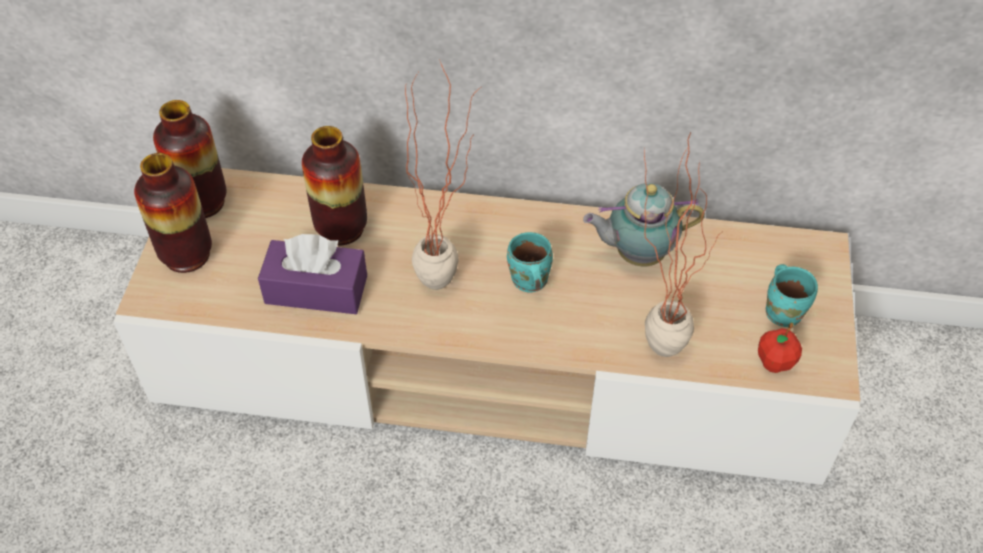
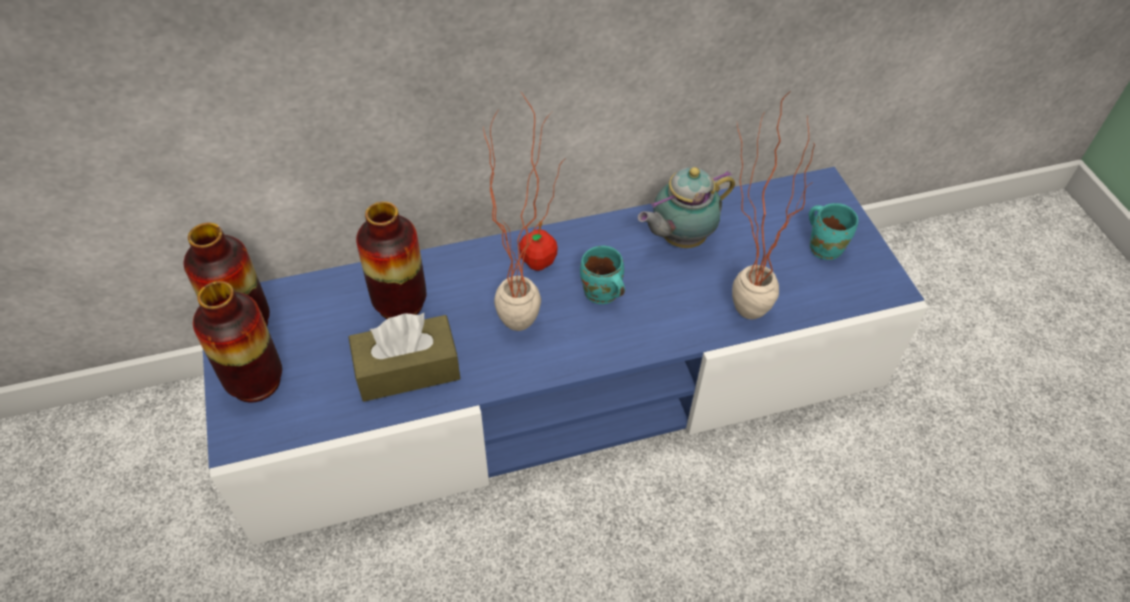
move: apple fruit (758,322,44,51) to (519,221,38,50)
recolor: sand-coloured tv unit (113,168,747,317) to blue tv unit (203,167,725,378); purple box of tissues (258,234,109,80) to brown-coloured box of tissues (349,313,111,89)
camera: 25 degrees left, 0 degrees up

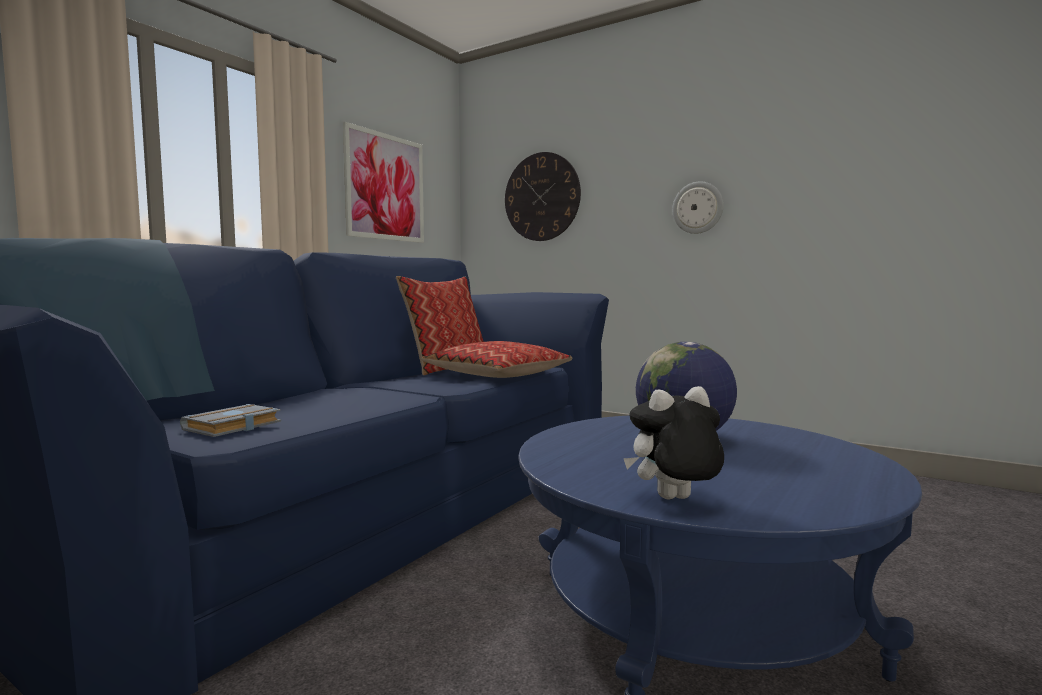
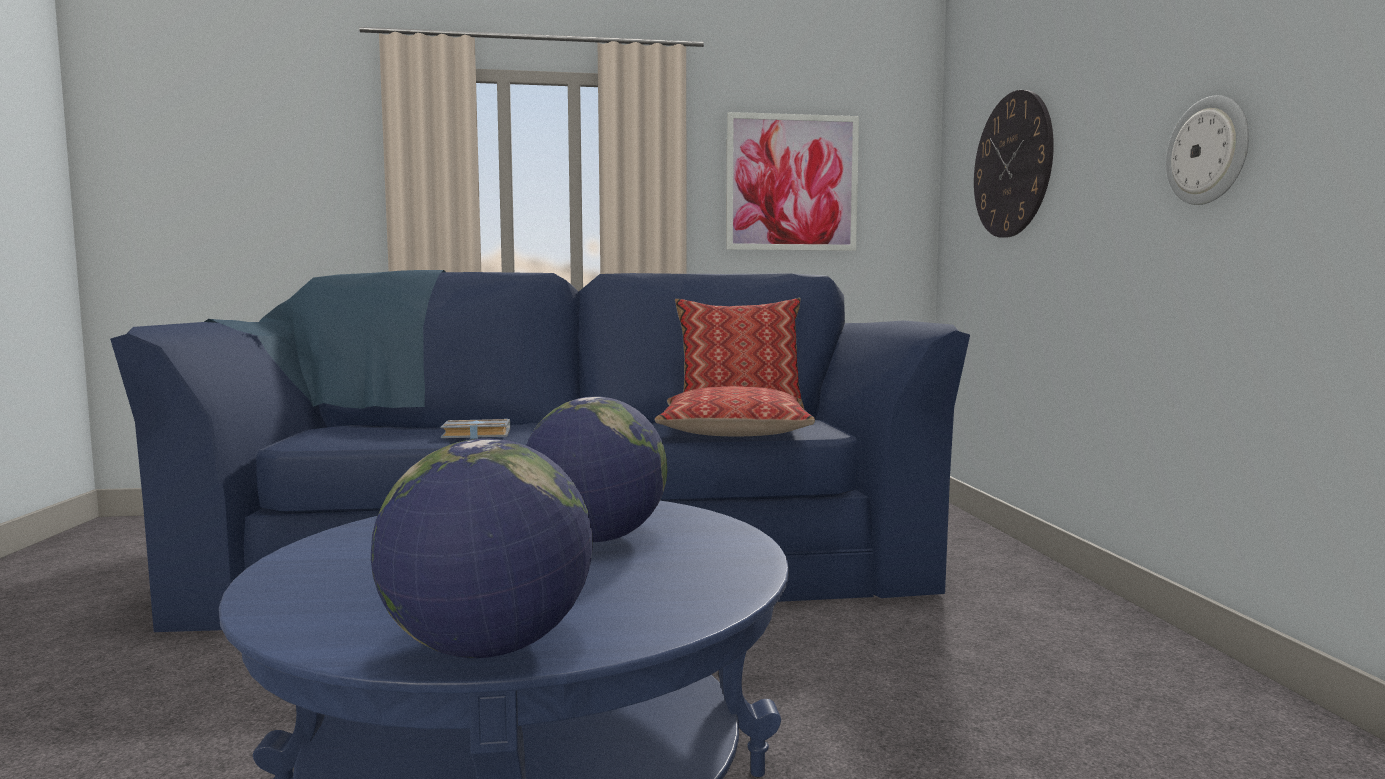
delete: cuddly toy (623,386,101,113)
insert: world globe (371,438,222,220)
move: gray volume (180,404,101,33) to (440,419,70,20)
camera: 50 degrees right, 0 degrees up

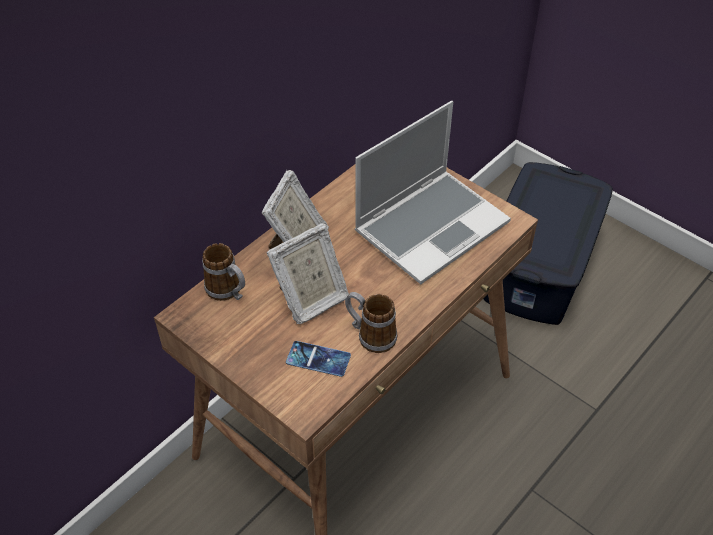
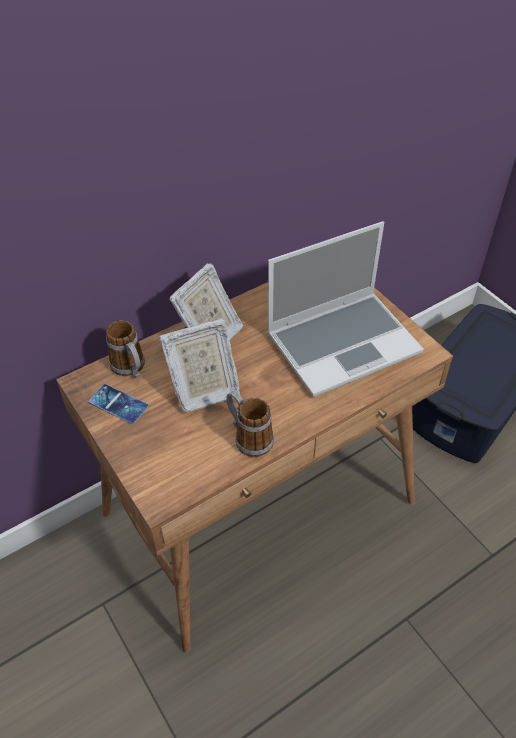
move: handset (286,341,65,36) to (89,384,60,40)
camera: 15 degrees right, 0 degrees up

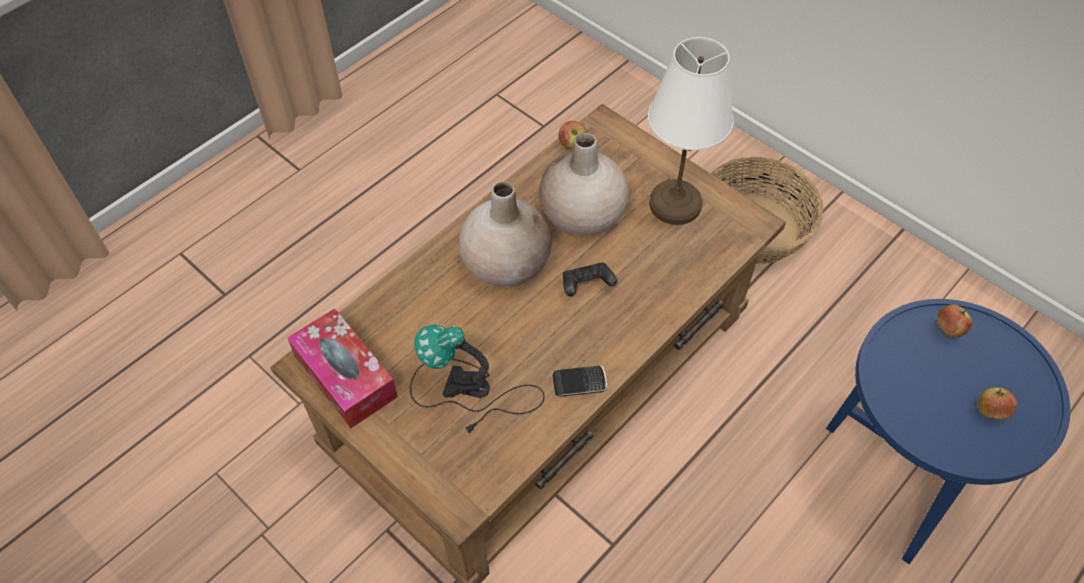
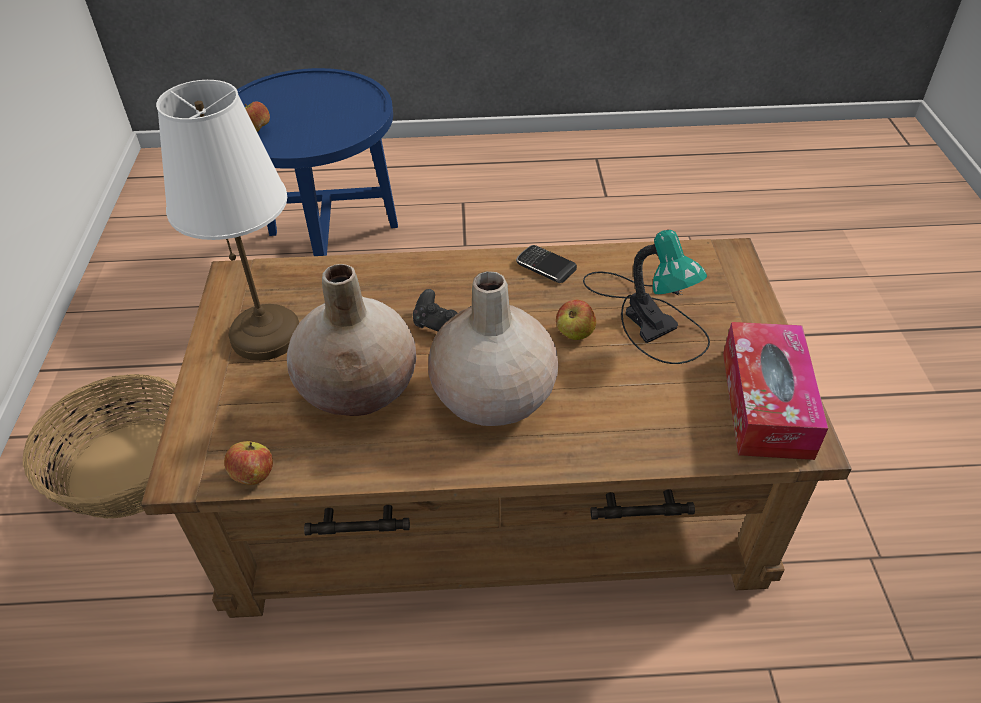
move: apple fruit (978,388,39,32) to (556,300,40,40)
camera: 135 degrees left, 10 degrees down

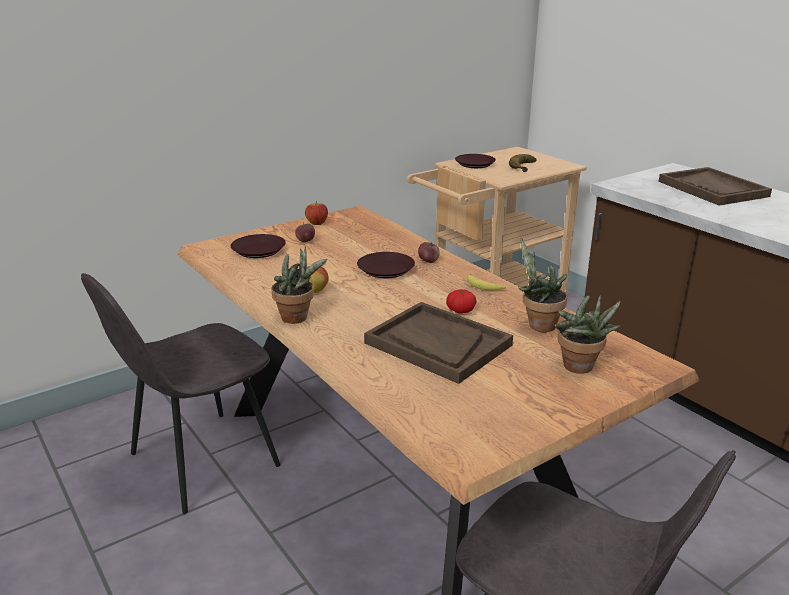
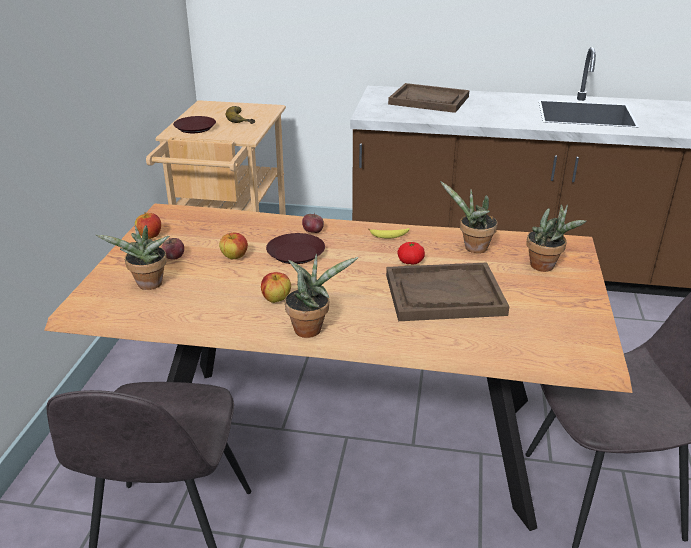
insert: apple fruit (219,233,29,26)
replace: brown-coloured dinner plate (231,234,55,24) to potted plant (96,225,73,65)
camera: 45 degrees left, 5 degrees up

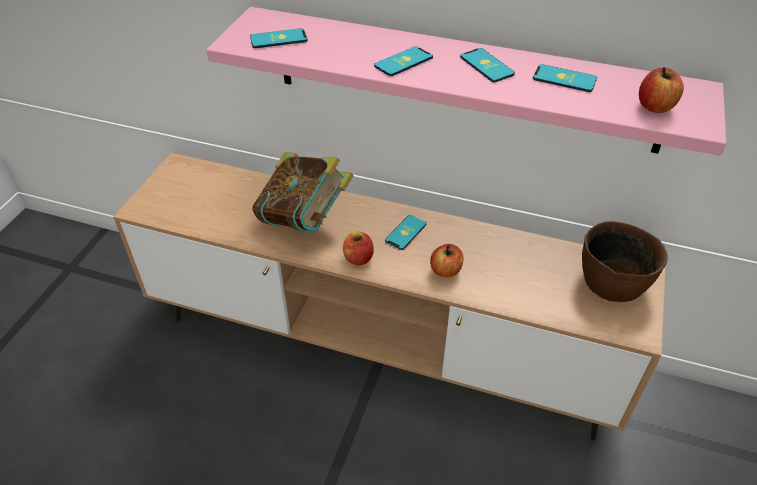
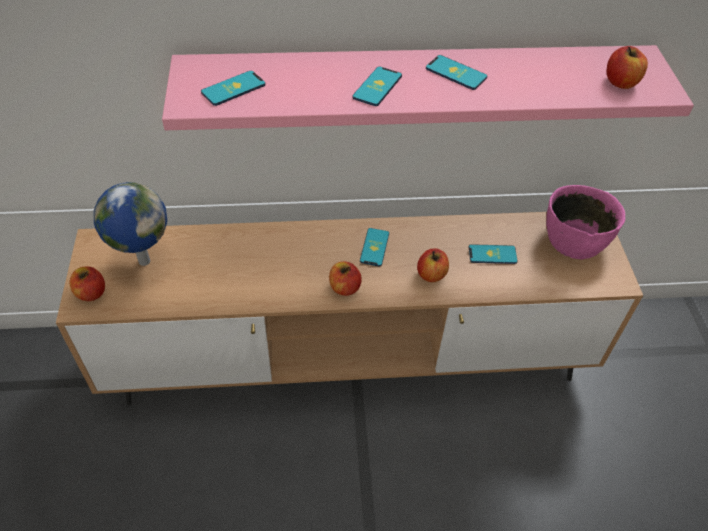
delete: volume (252,152,102,80)
insert: apple fruit (70,267,35,34); world globe (94,182,73,84)
move: handset (533,64,64,28) to (469,244,49,20)
recolor: brown-coloured bowl (582,221,86,81) to pink-coloured bowl (546,185,79,75)
camera: 25 degrees left, 5 degrees up

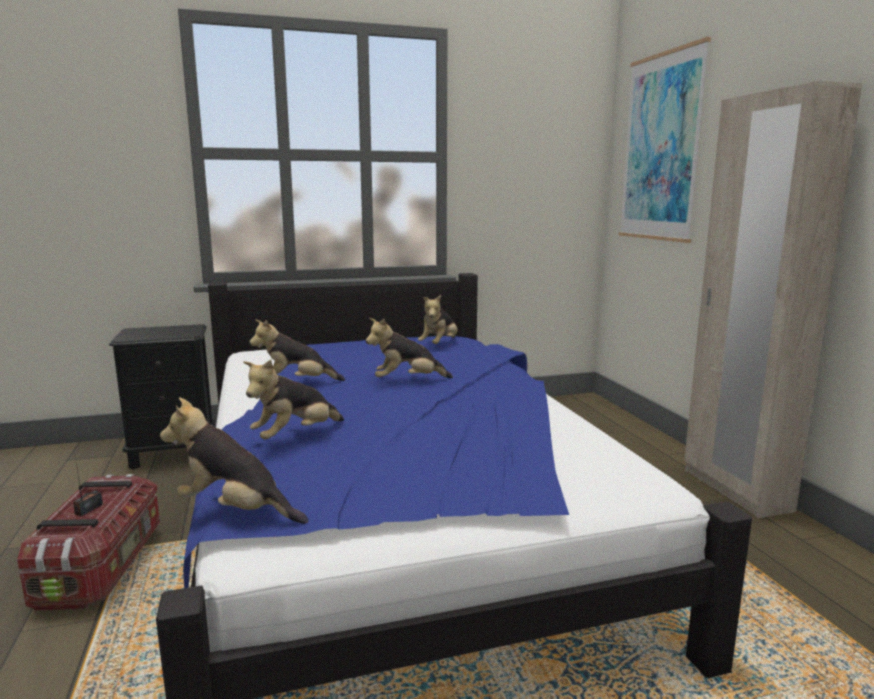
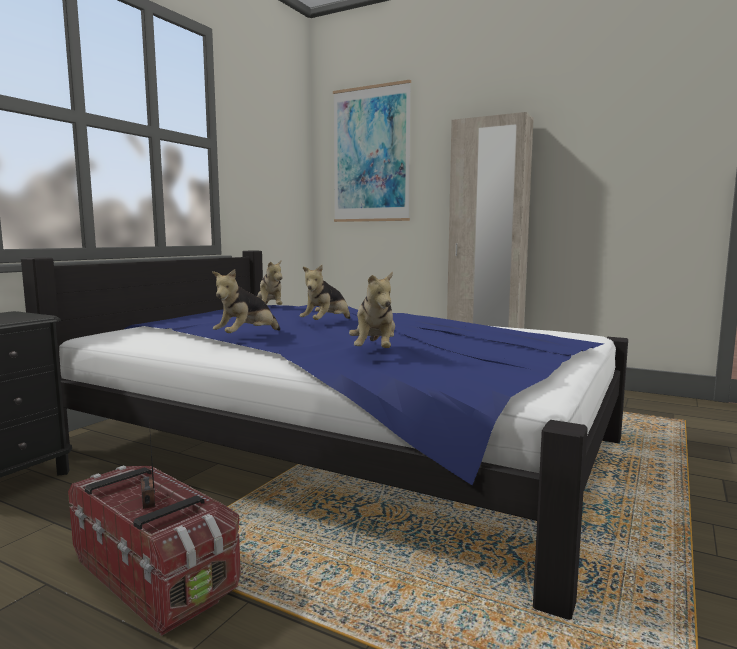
delete: cuddly toy (160,397,148,127)
camera: 45 degrees left, 5 degrees down

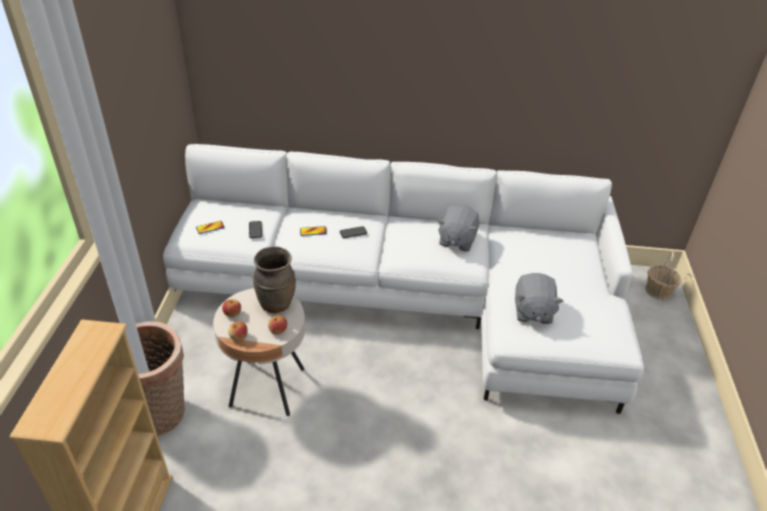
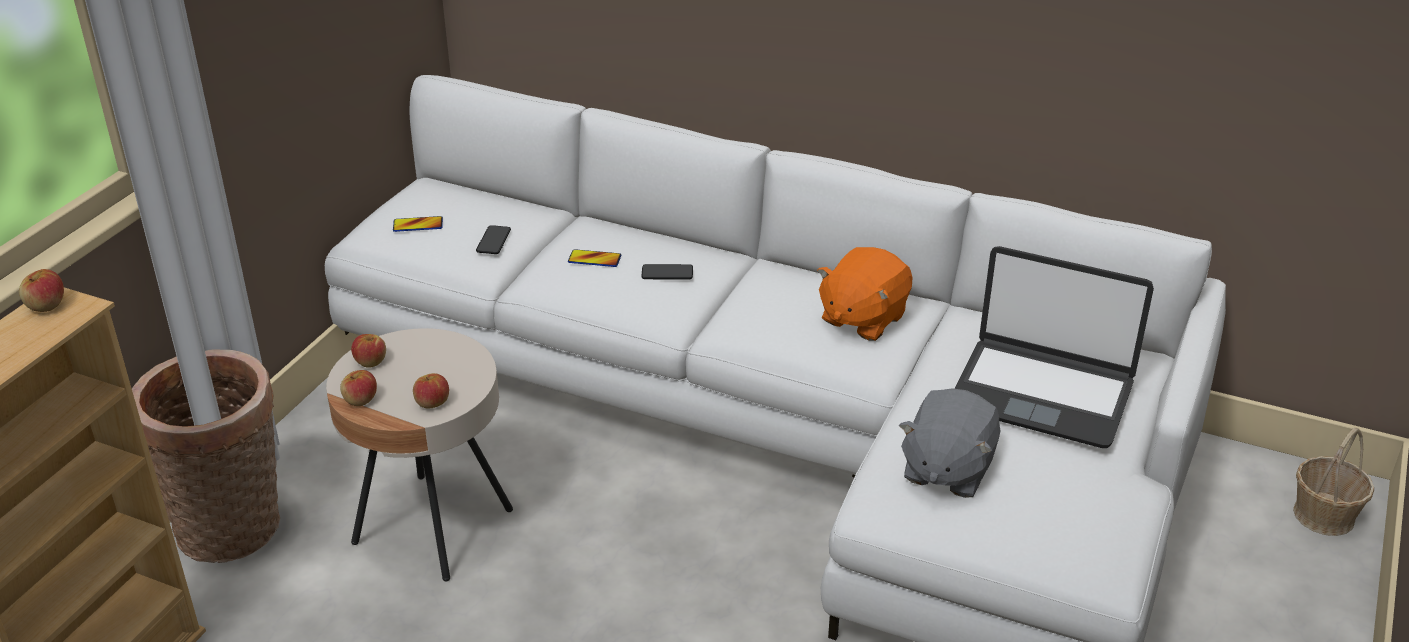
delete: brown-coloured decorative vase (252,246,44,67)
insert: apple fruit (19,269,45,43); portable computer (954,246,200,202)
recolor: gray cuddly toy (437,205,42,46) to orange-coloured cuddly toy (817,247,95,94)
camera: 20 degrees right, 5 degrees down

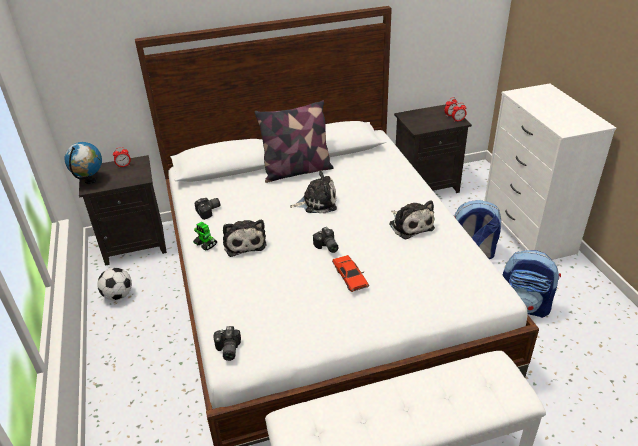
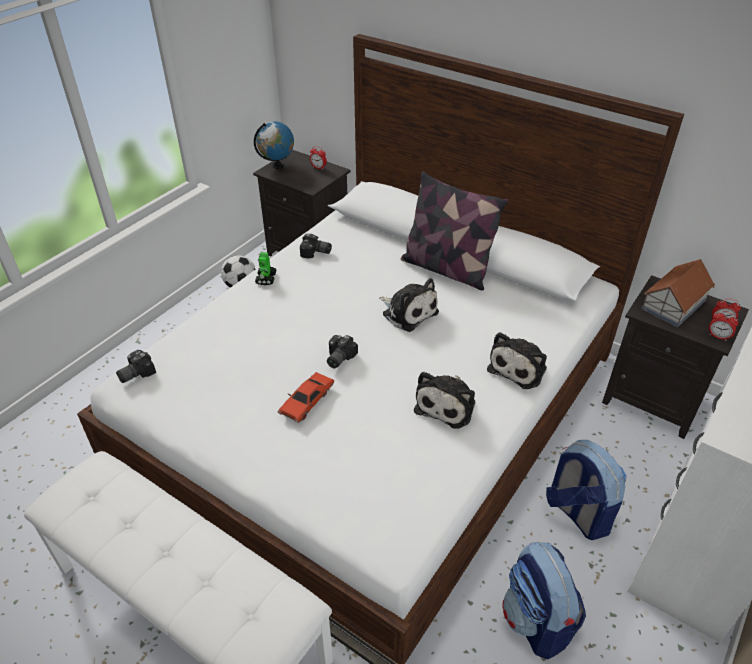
insert: miniature house (641,259,74,68)
move: cuddly toy (223,220,44,37) to (487,332,60,57)
camera: 50 degrees right, 5 degrees up

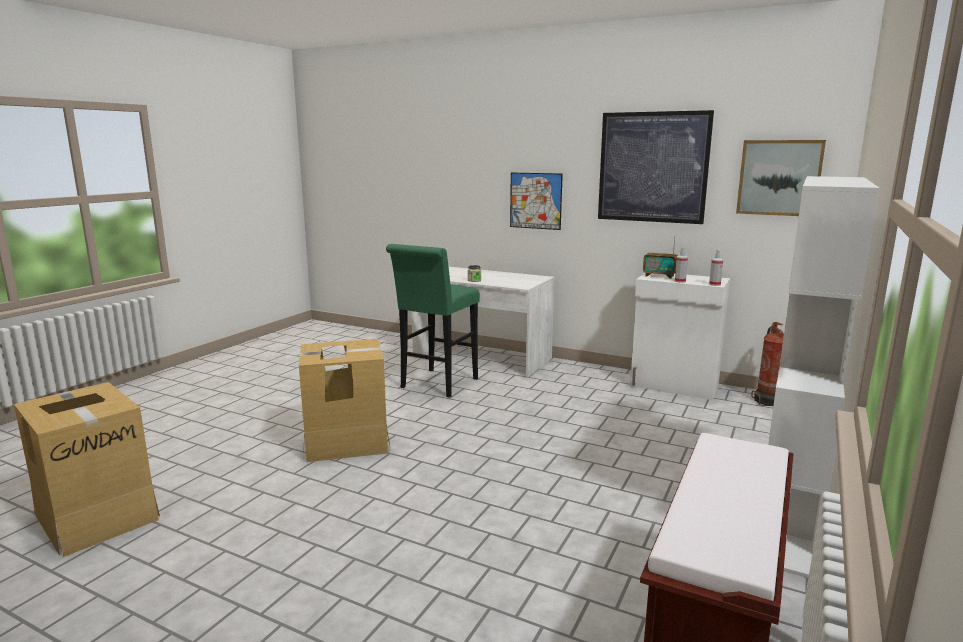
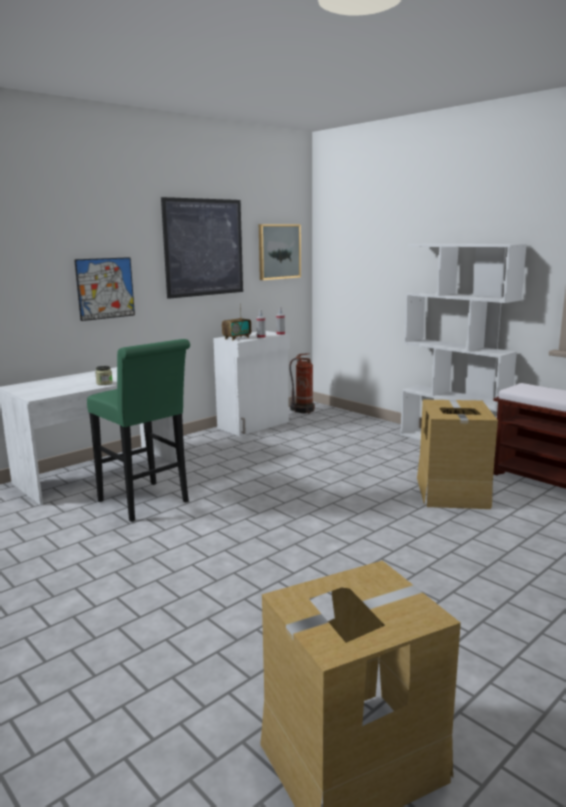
move: packing box (299,339,92,123) to (417,400,81,109)
camera: 70 degrees left, 0 degrees up

